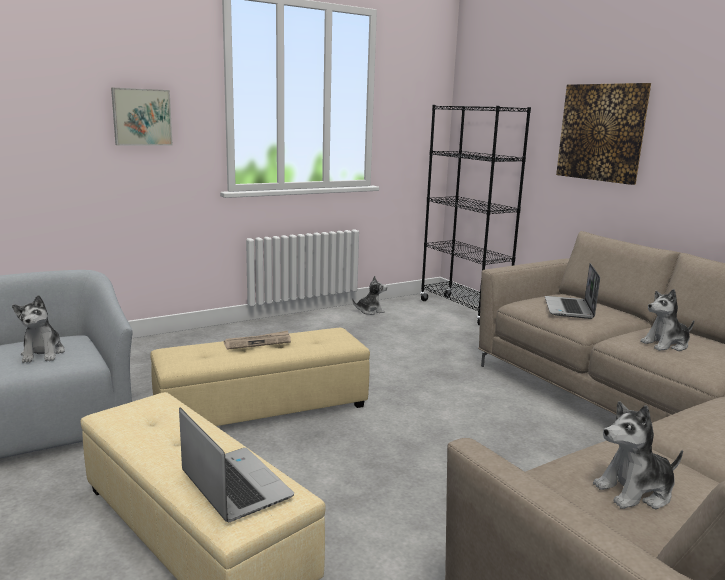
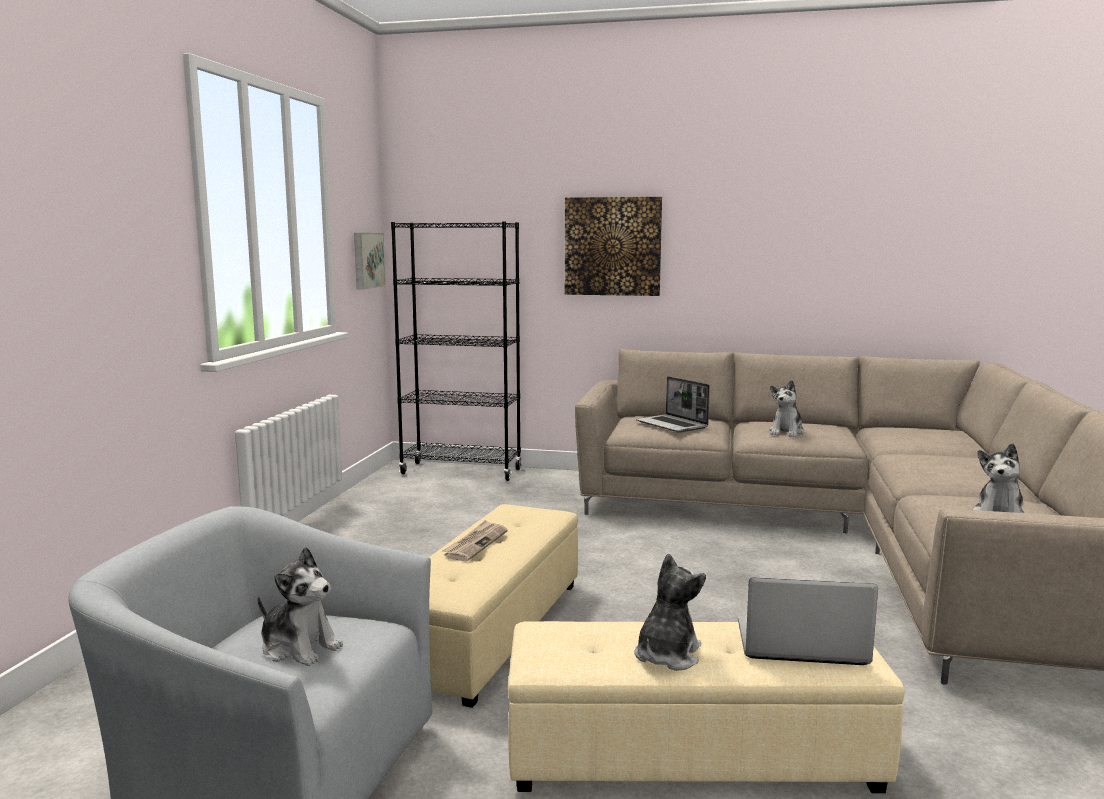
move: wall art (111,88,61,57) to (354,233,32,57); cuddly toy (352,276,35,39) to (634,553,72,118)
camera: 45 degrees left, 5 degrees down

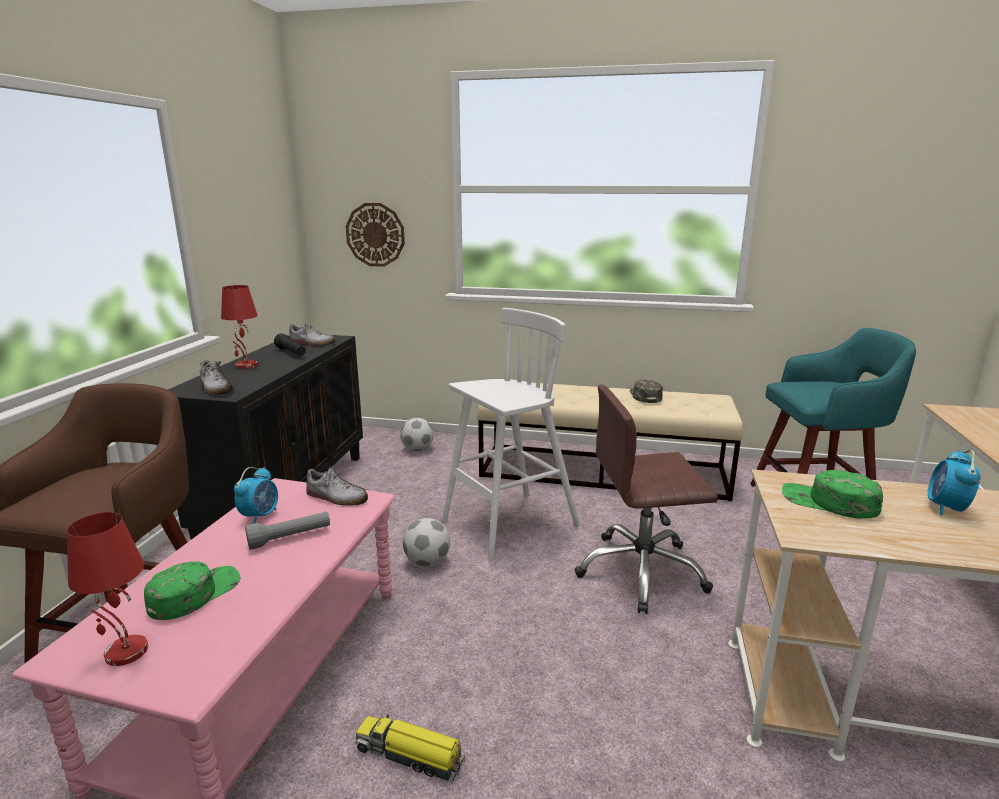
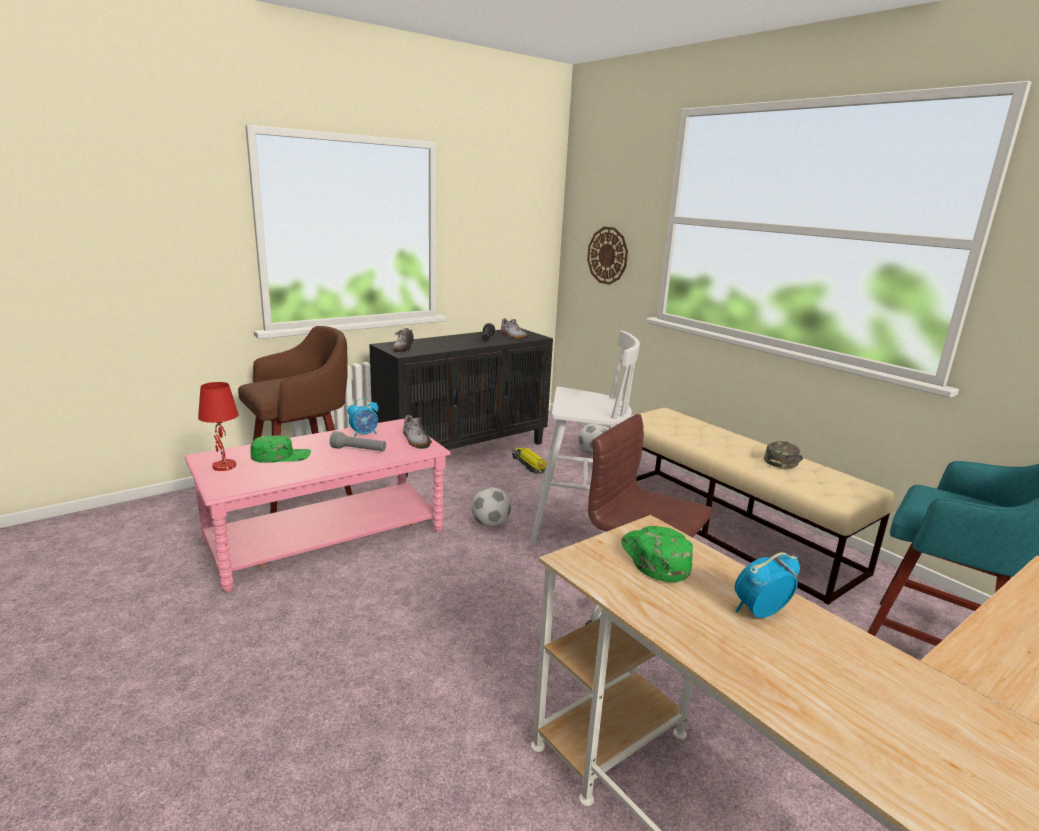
delete: red tabletop lamp (221,285,37,84)
move: model truck (355,714,110,67) to (512,447,35,27)
camera: 40 degrees right, 0 degrees up

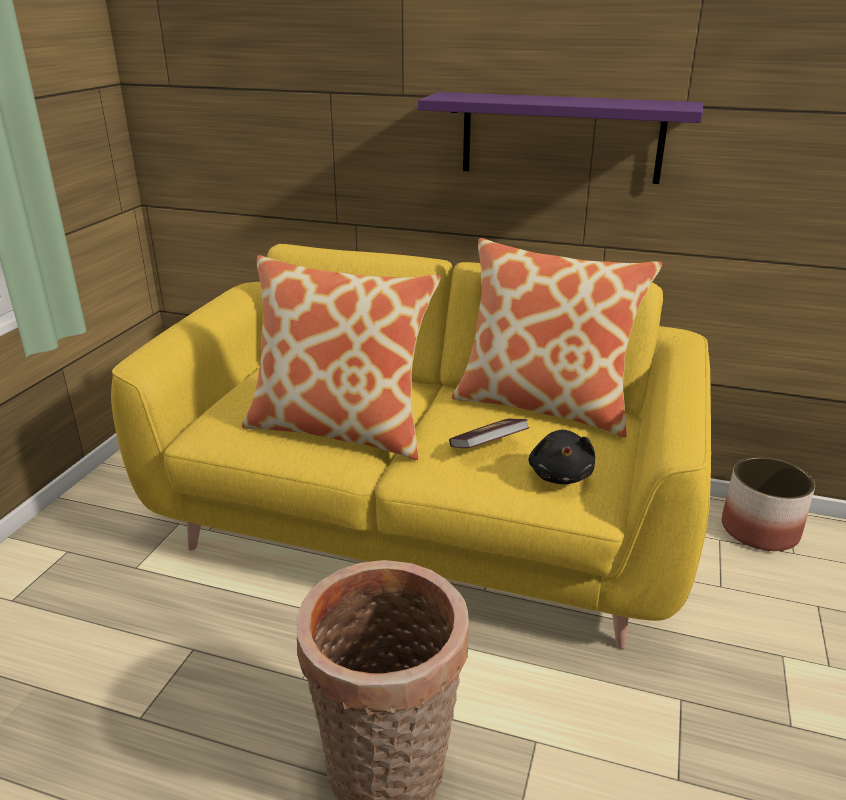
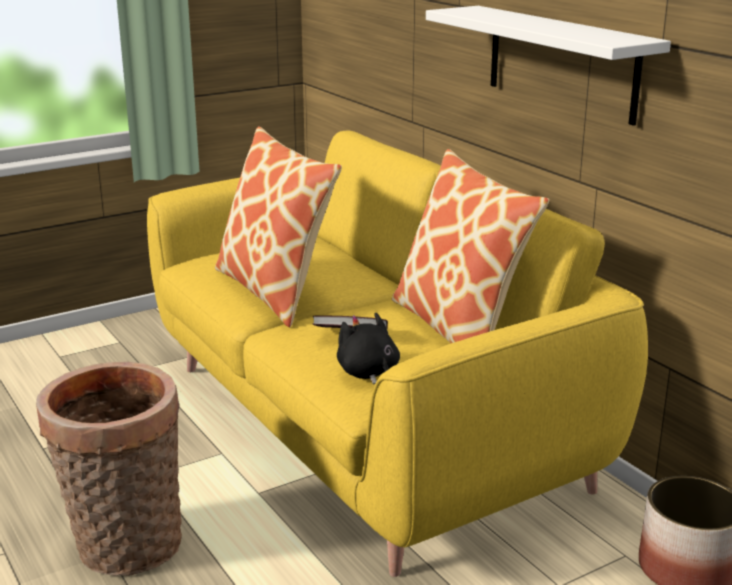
recolor: purple bracket shelf (418,92,285,92) to whitish bracket shelf (426,6,245,120)
rotate: black cuddly toy (529,430,66,54) = (337,313,63,71) 105 degrees clockwise
camera: 40 degrees right, 5 degrees down

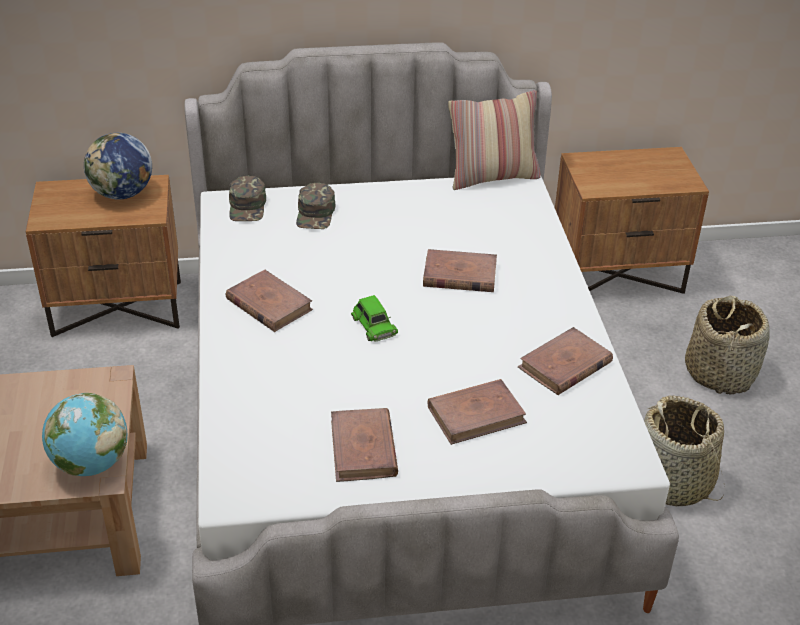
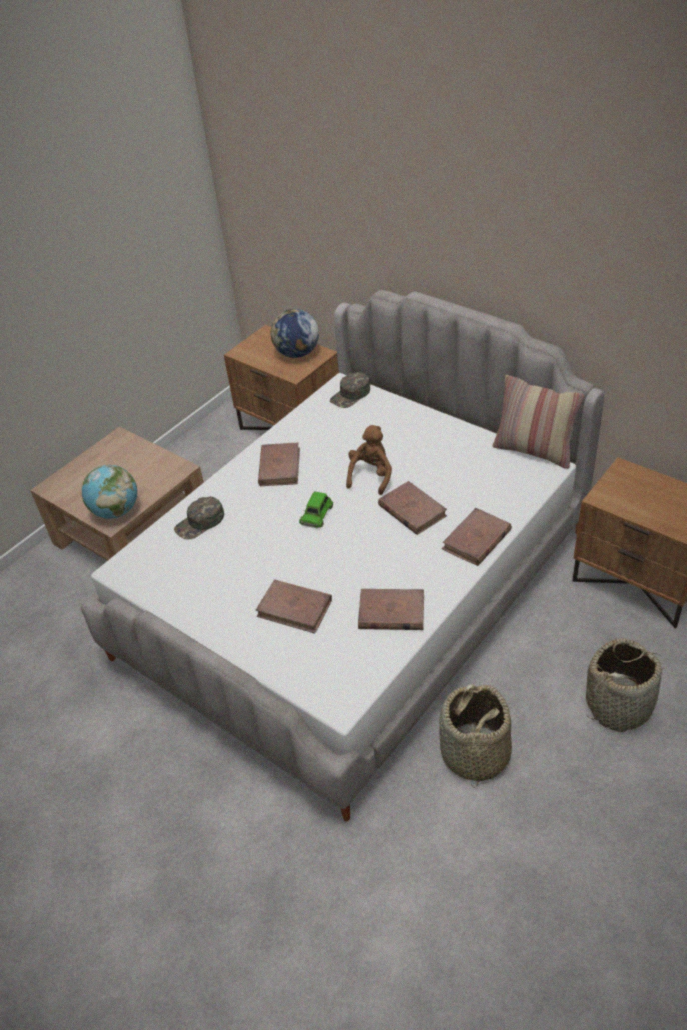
insert: brown-coloured cuddly toy (346,425,46,70)
move: greenish peaked cap (296,183,39,46) to (174,496,50,43); brown-coloured volume (331,408,67,74) to (442,508,70,58)
camera: 50 degrees right, 5 degrees up

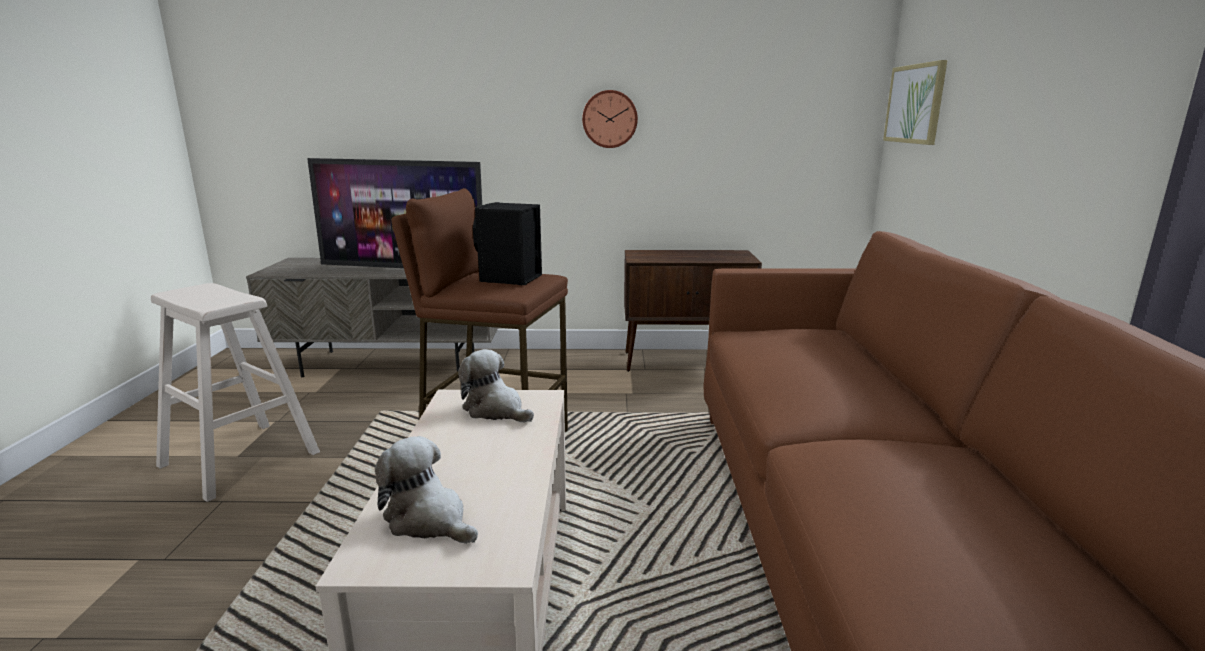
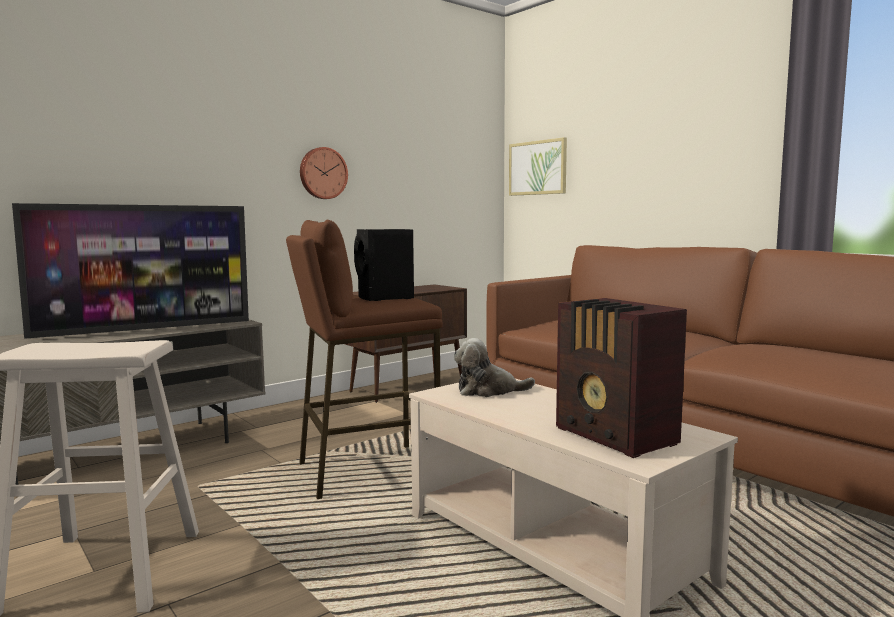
replace: cuddly toy (375,436,103,108) to radio receiver (556,298,131,160)
camera: 40 degrees left, 10 degrees down

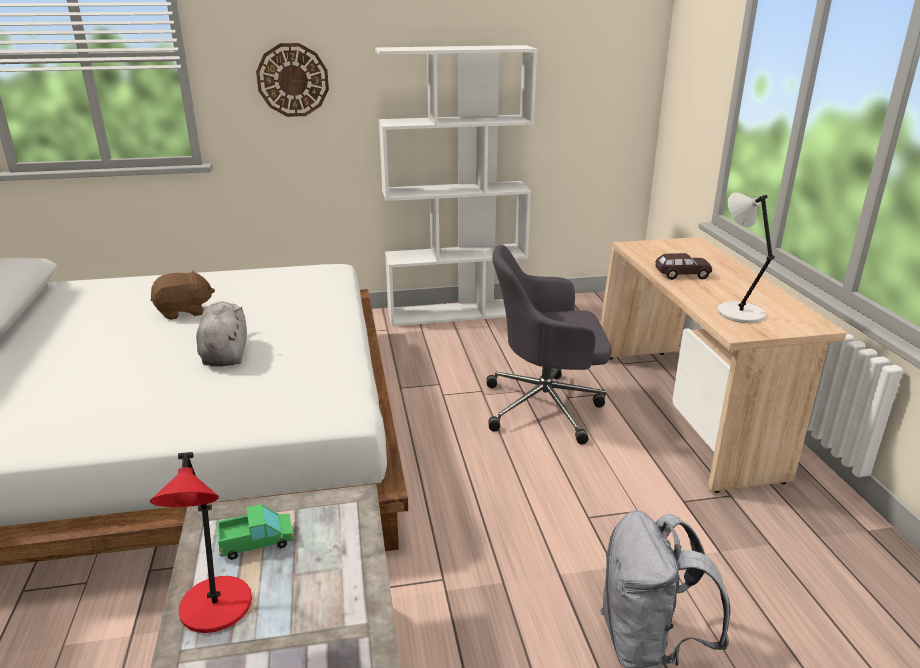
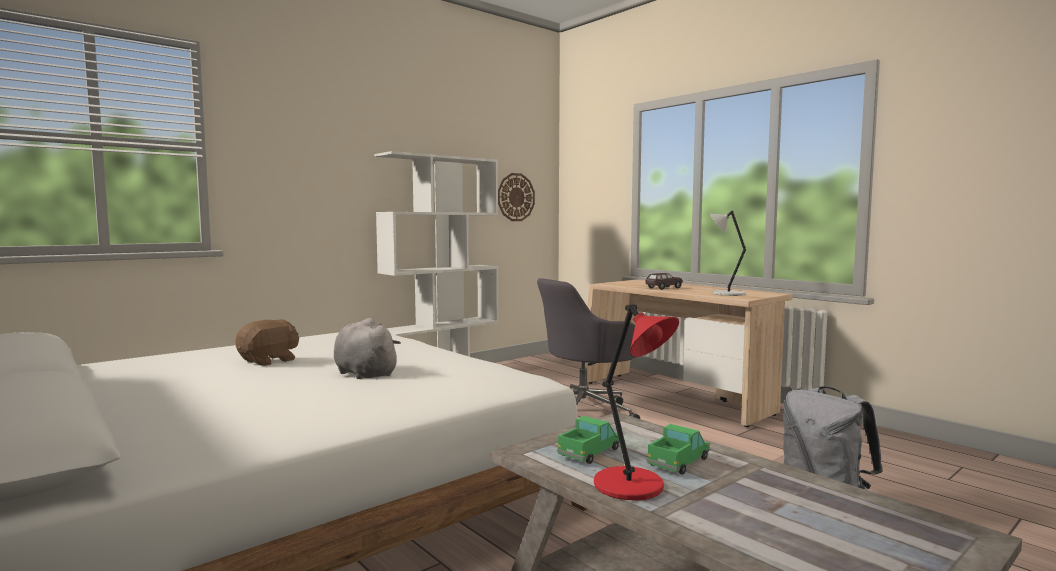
insert: model truck (646,424,64,51)
move: wall clock (256,43,73,74) to (498,173,37,48)
camera: 30 degrees left, 20 degrees down

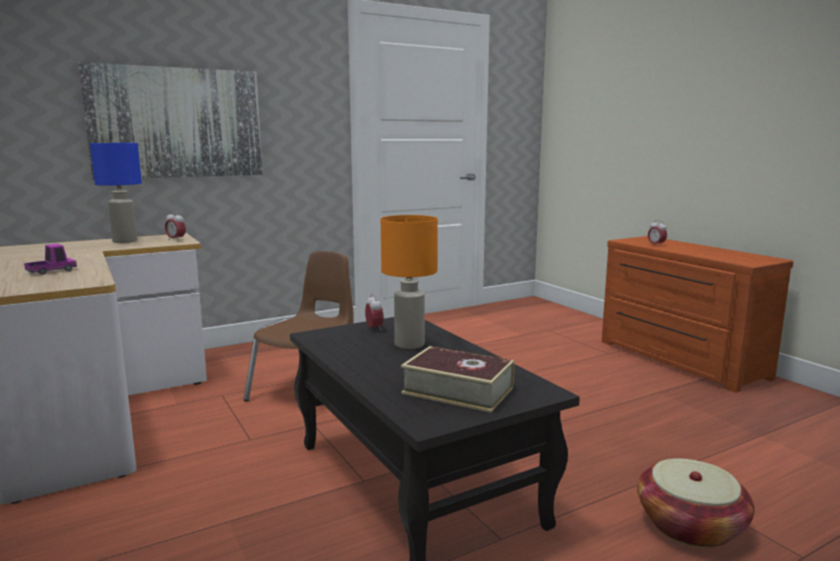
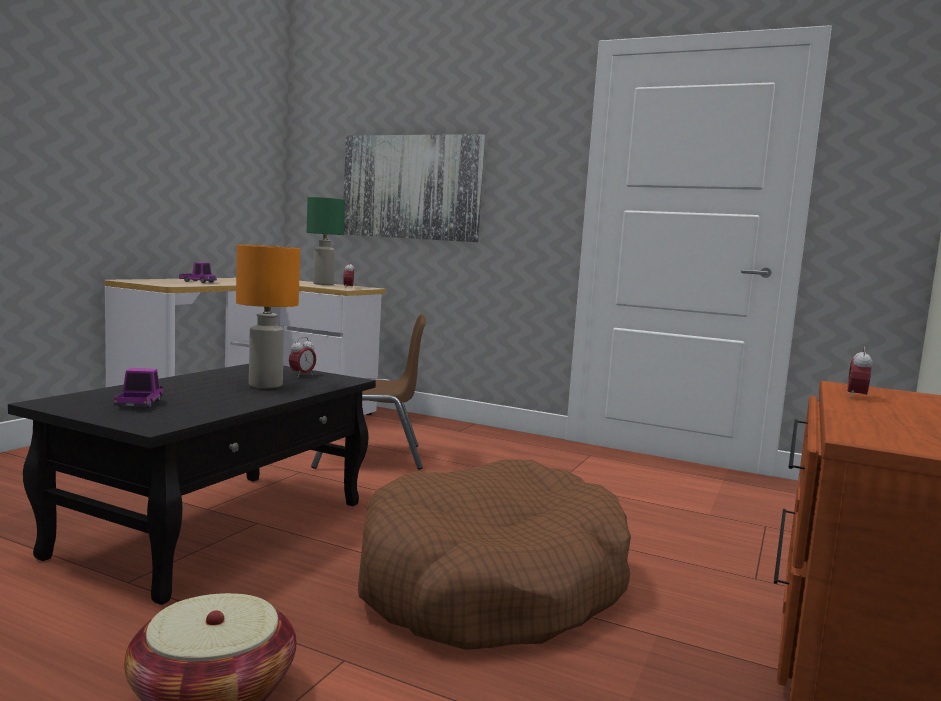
insert: brown-coloured dog cushion (358,459,273,191)
replace: volume (401,346,113,67) to model truck (114,368,49,40)
recolor: blue tabletop lamp (90,143,52,100) to greenish tabletop lamp (307,197,38,88)
camera: 55 degrees right, 5 degrees down

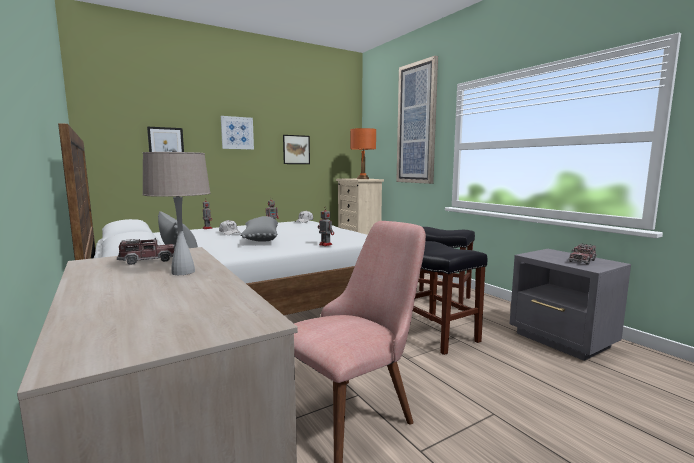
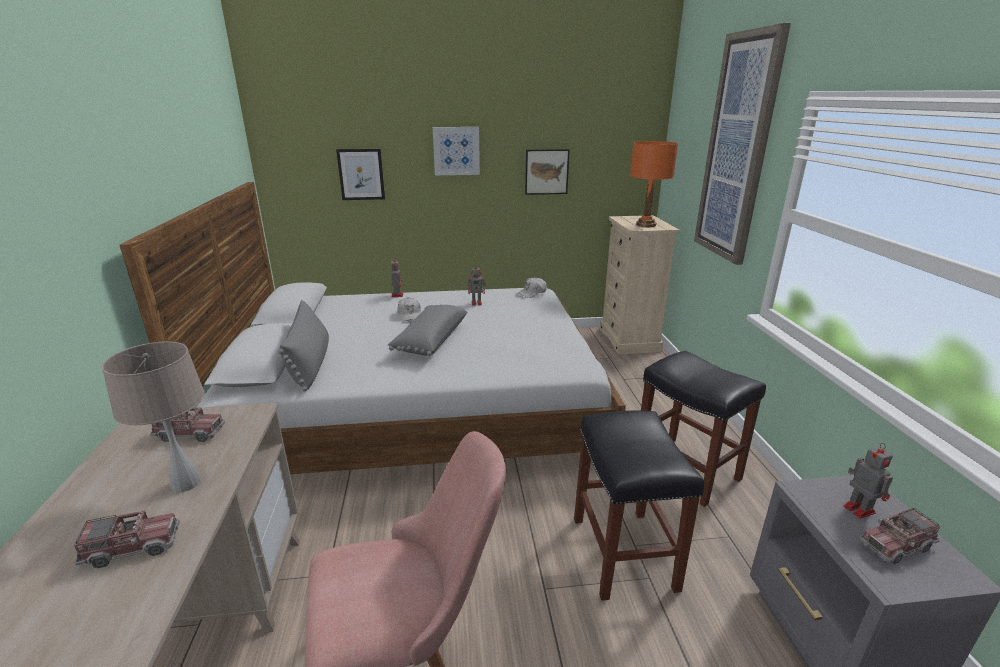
insert: model truck (74,510,106,58)
move: toy robot (318,206,16,40) to (843,443,50,76)
camera: 25 degrees right, 15 degrees up

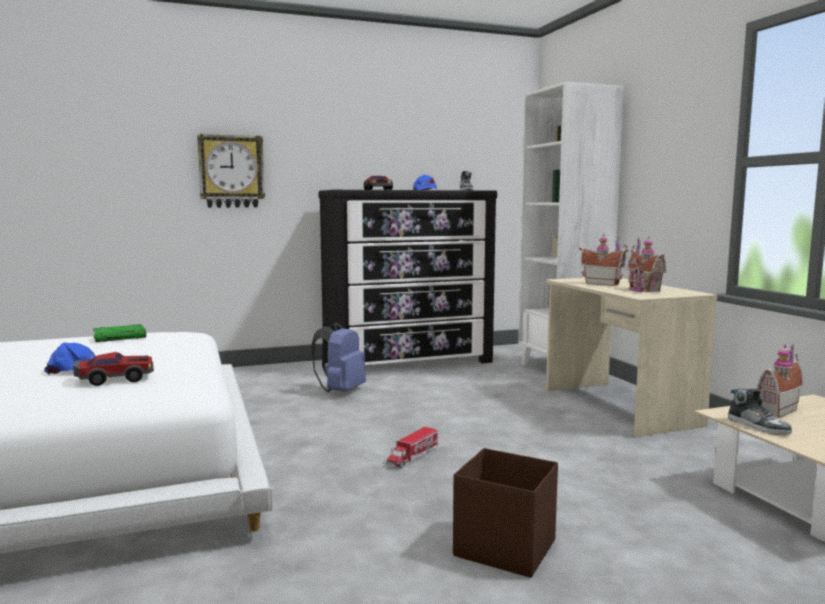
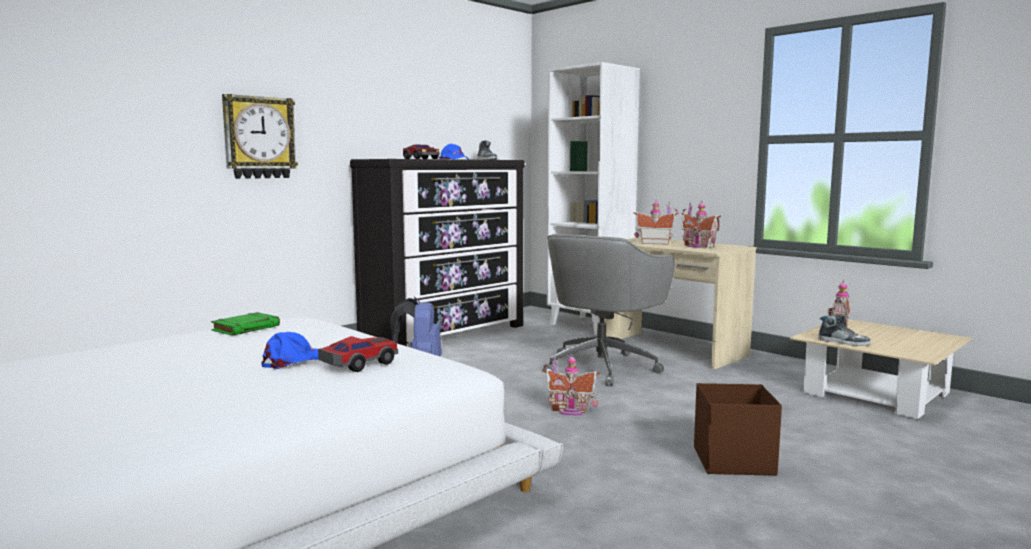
insert: gray desk chair (544,234,131,152)
replace: model truck (387,426,51,42) to miniature house (543,353,57,62)
camera: 25 degrees left, 0 degrees up

